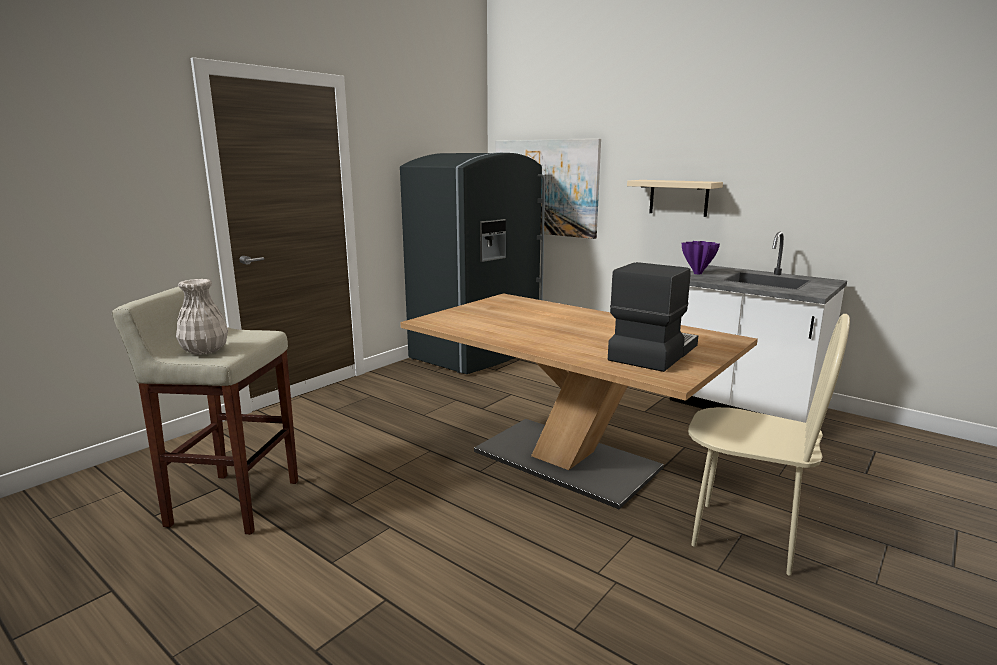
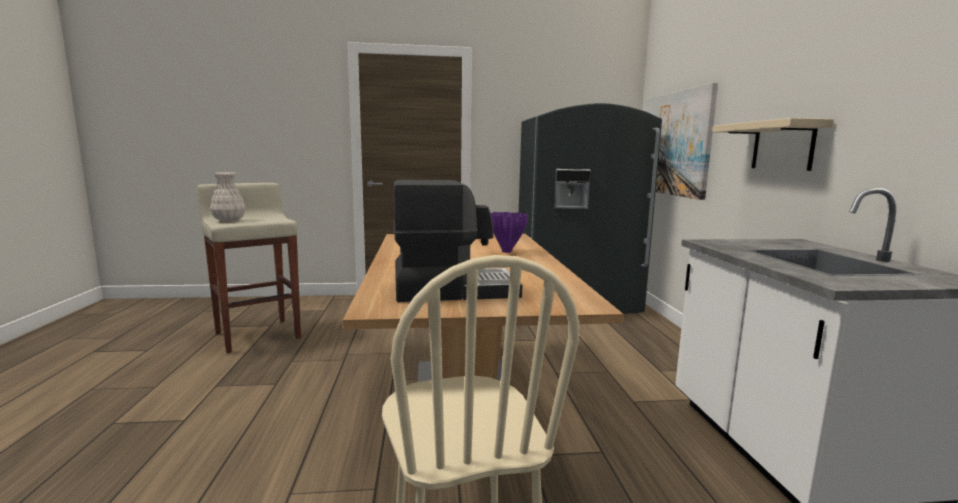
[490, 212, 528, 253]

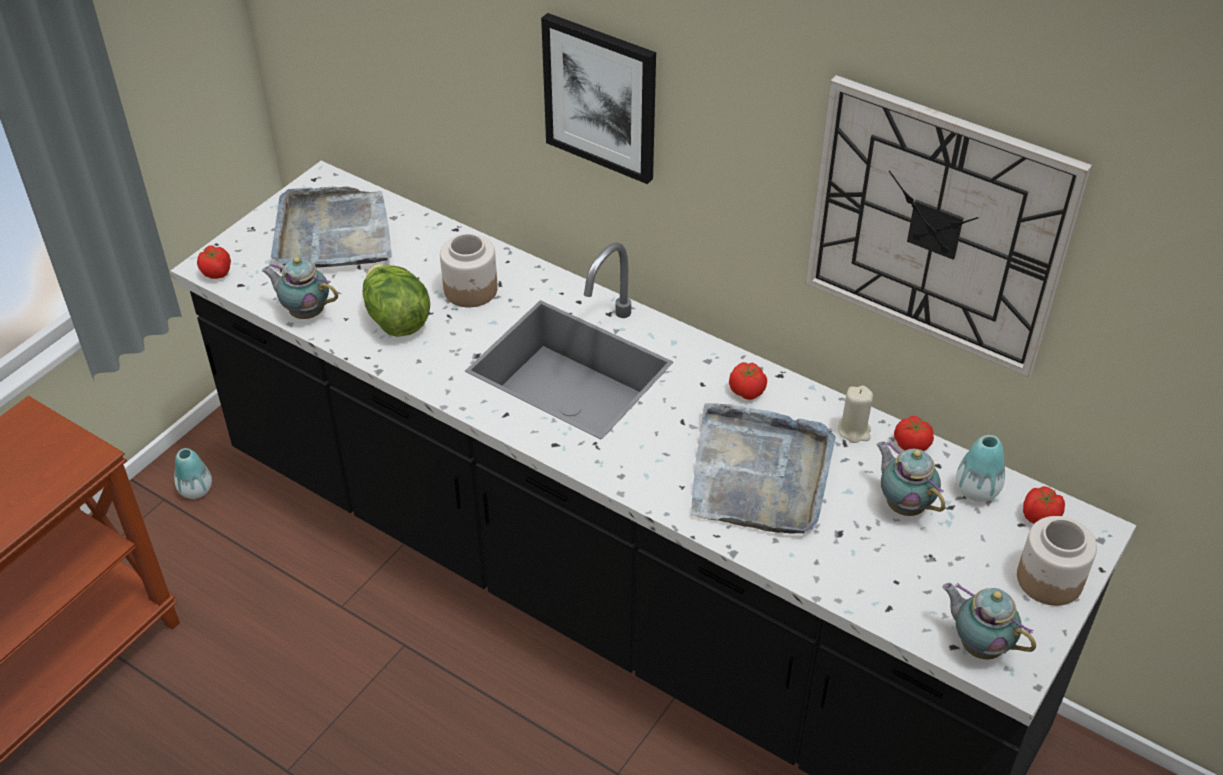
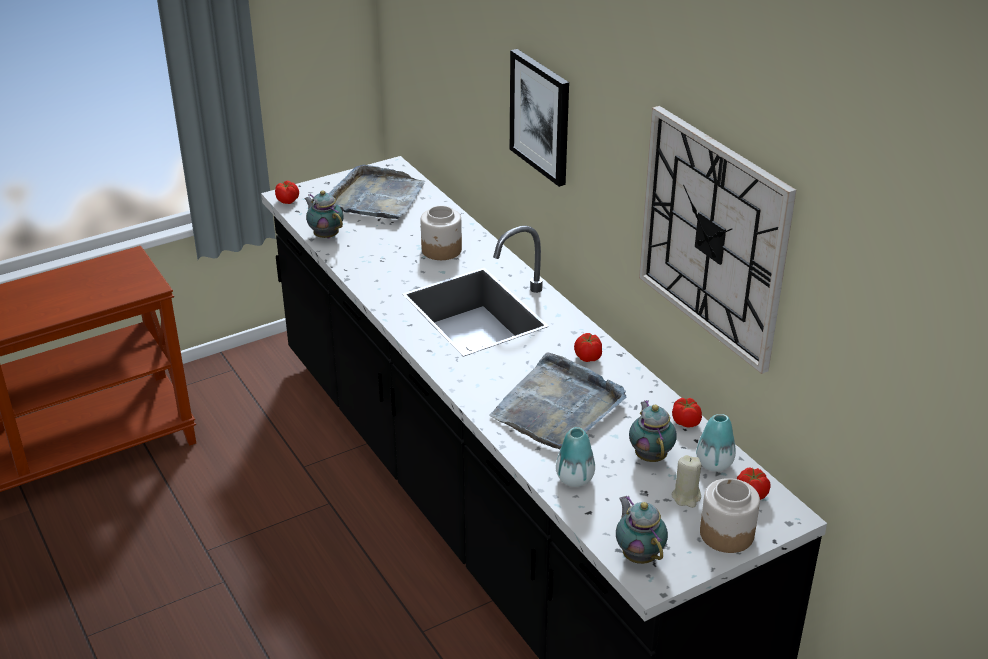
[363, 264, 430, 337] (first image)
[672, 455, 701, 508]
[556, 427, 595, 487]

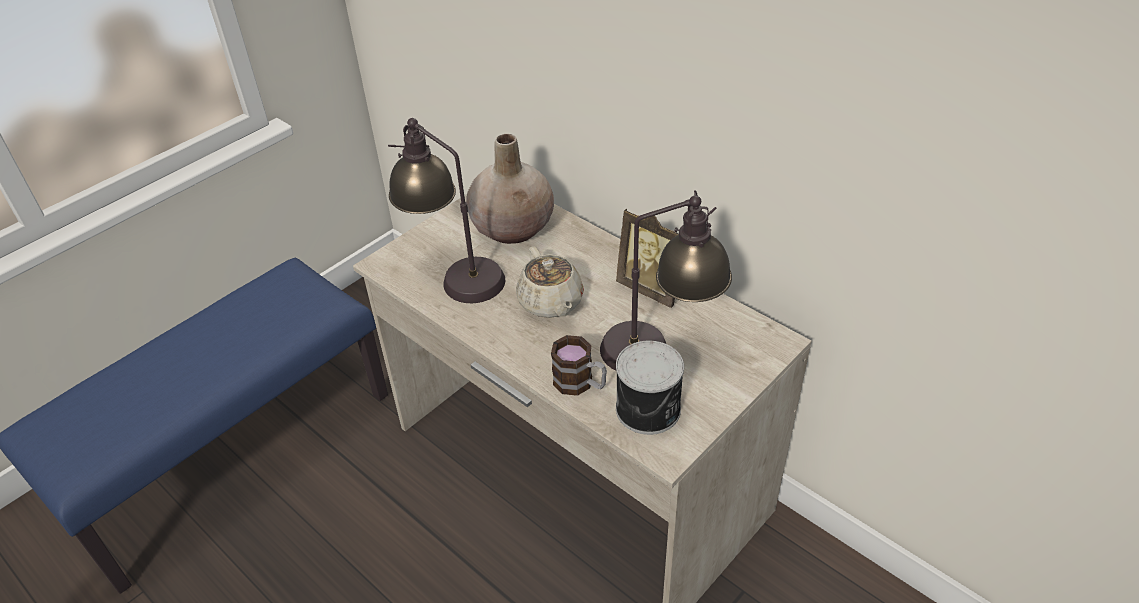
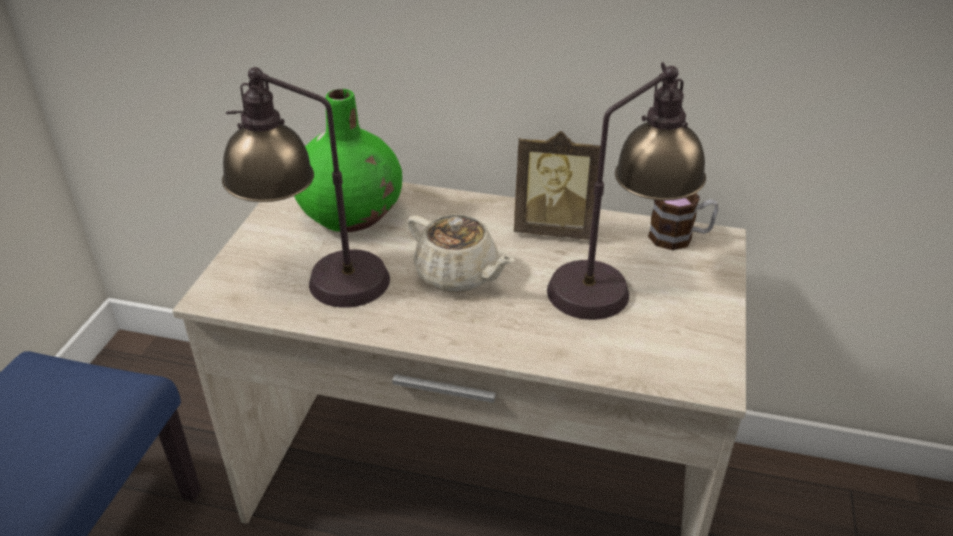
[294, 89, 402, 232]
[648, 194, 719, 250]
[616, 341, 684, 435] (first image)

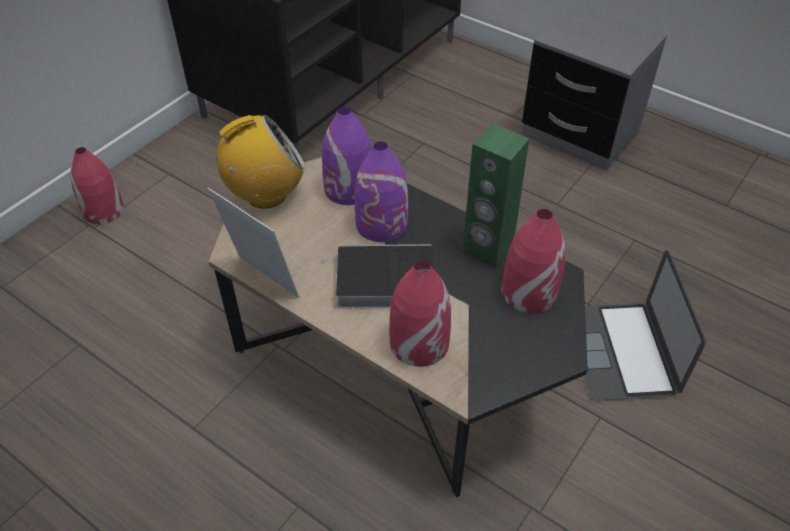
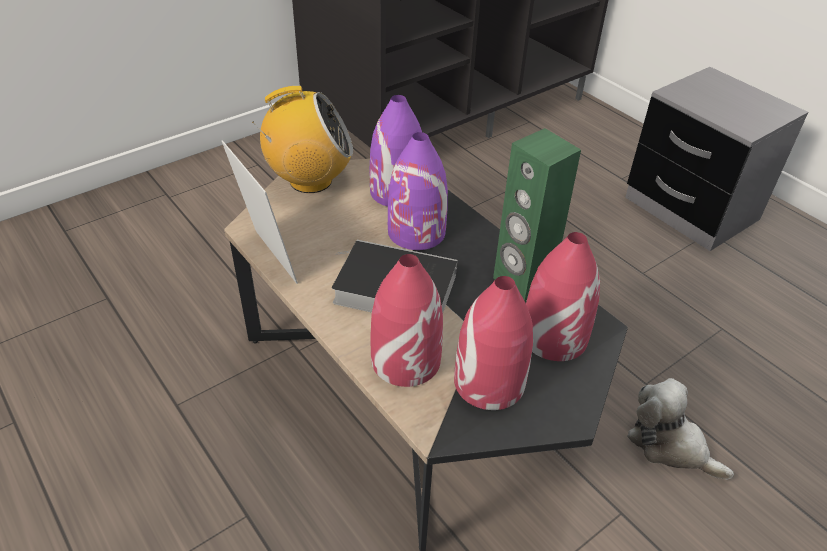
[454, 276, 533, 410]
[627, 378, 734, 480]

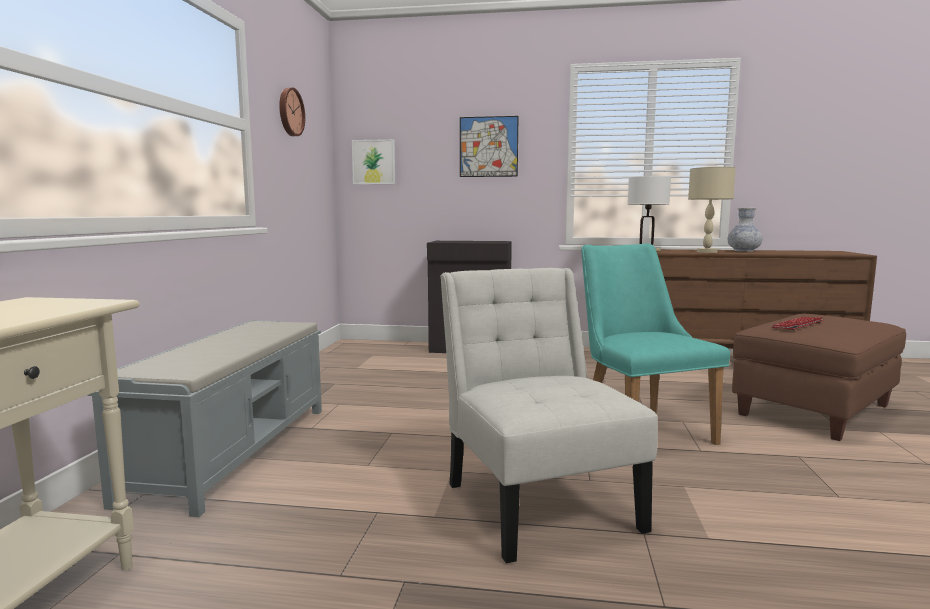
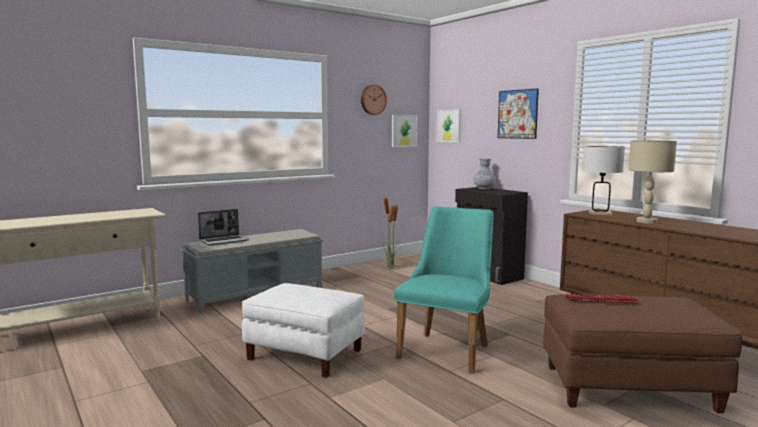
[474, 158, 496, 189]
[242, 283, 365, 378]
[392, 115, 418, 147]
[378, 197, 400, 268]
[198, 209, 249, 246]

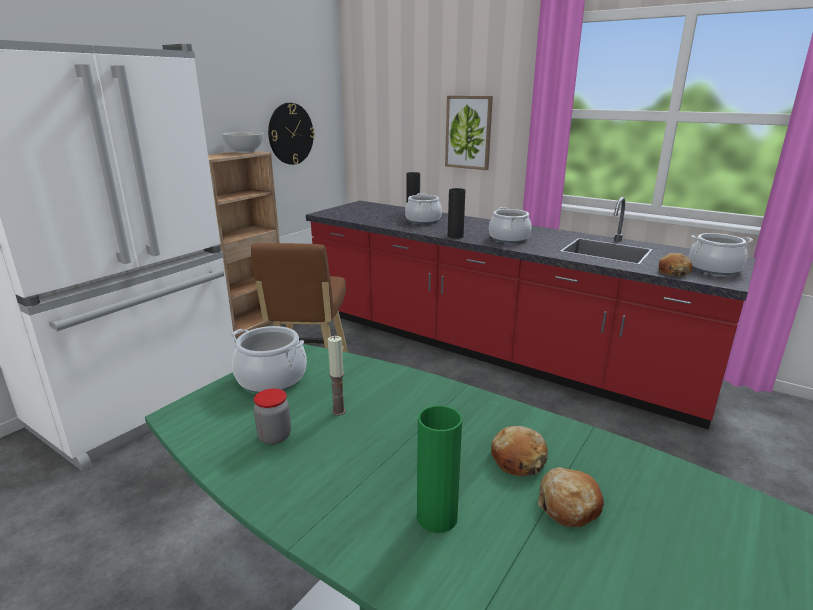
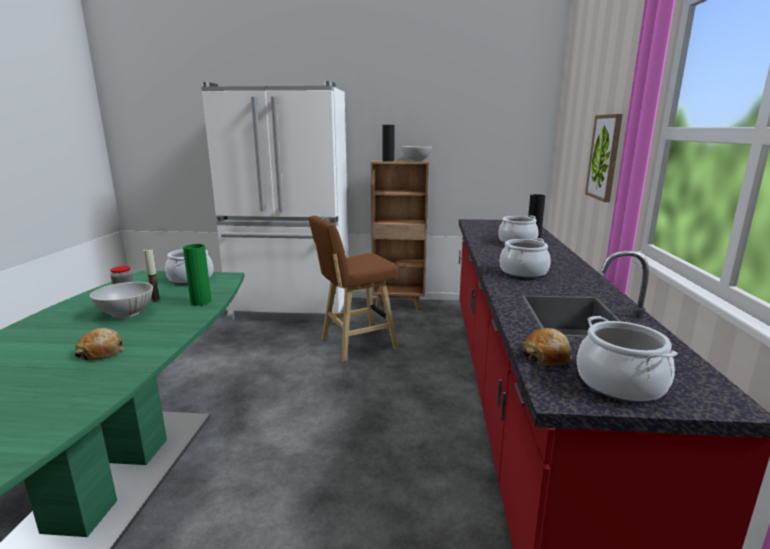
[268, 103, 315, 165] (first image)
[382, 125, 395, 162]
[183, 244, 212, 306]
[538, 467, 604, 527] (first image)
[90, 282, 153, 318]

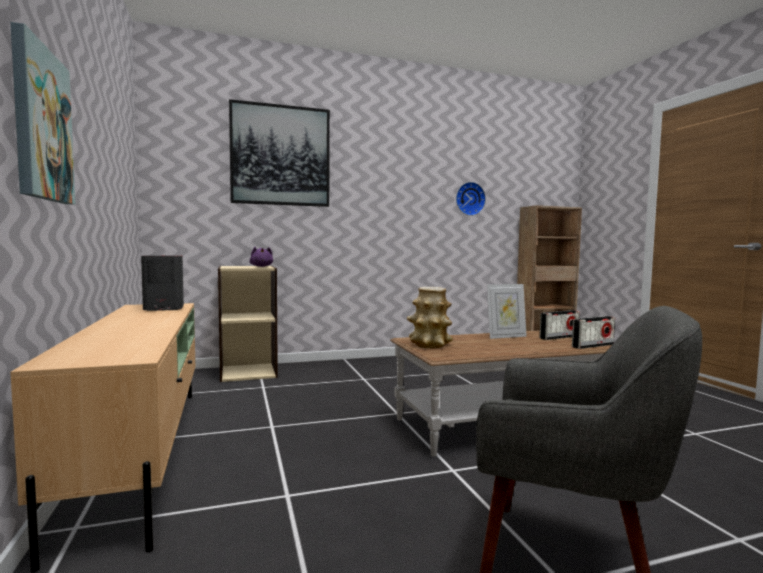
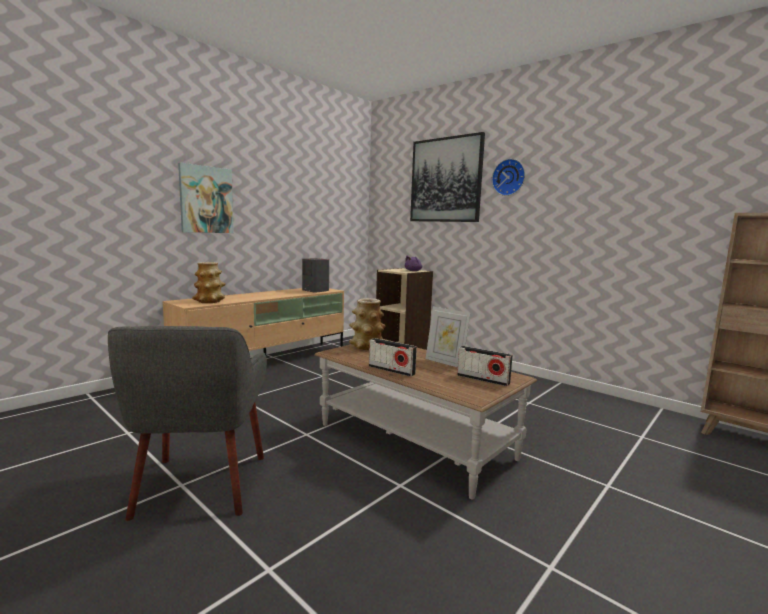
[492, 159, 525, 196]
[369, 338, 417, 377]
[192, 262, 226, 303]

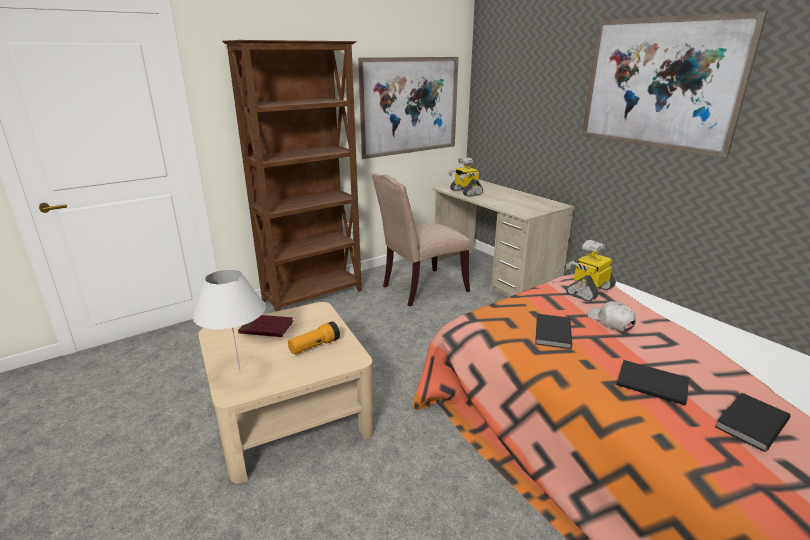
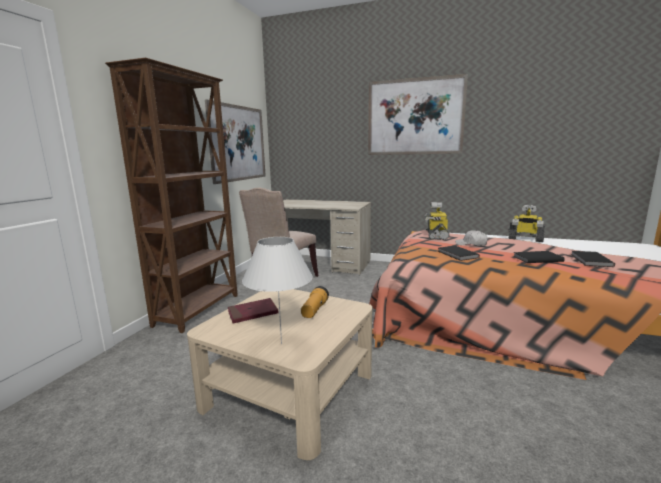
[508, 205, 545, 242]

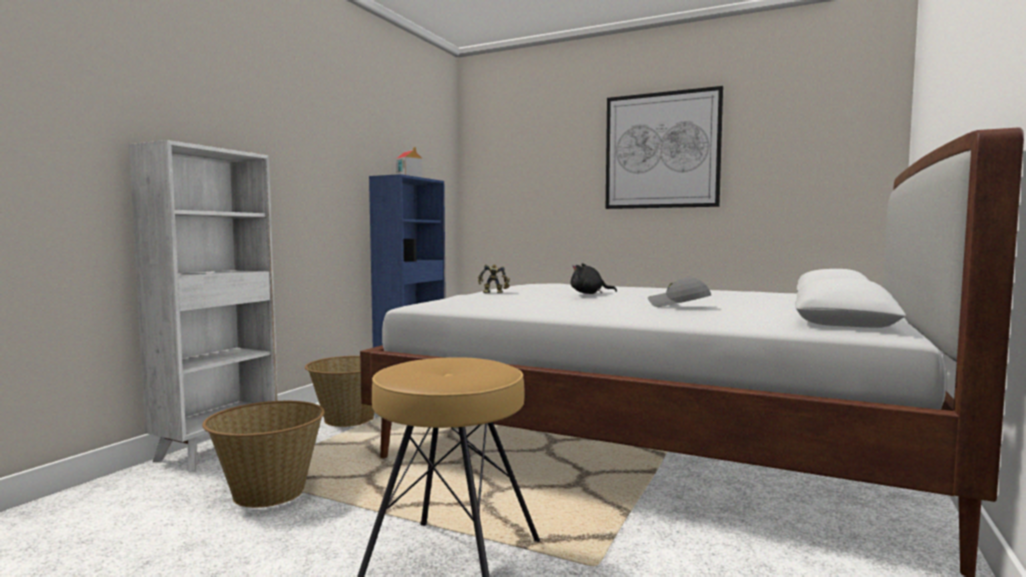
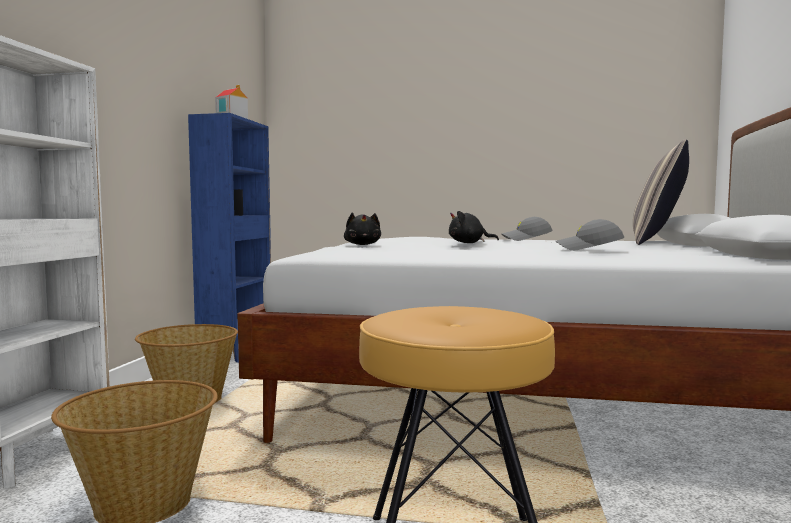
[606, 86, 723, 209] (first image)
[344, 212, 381, 245]
[633, 139, 689, 245]
[501, 217, 553, 241]

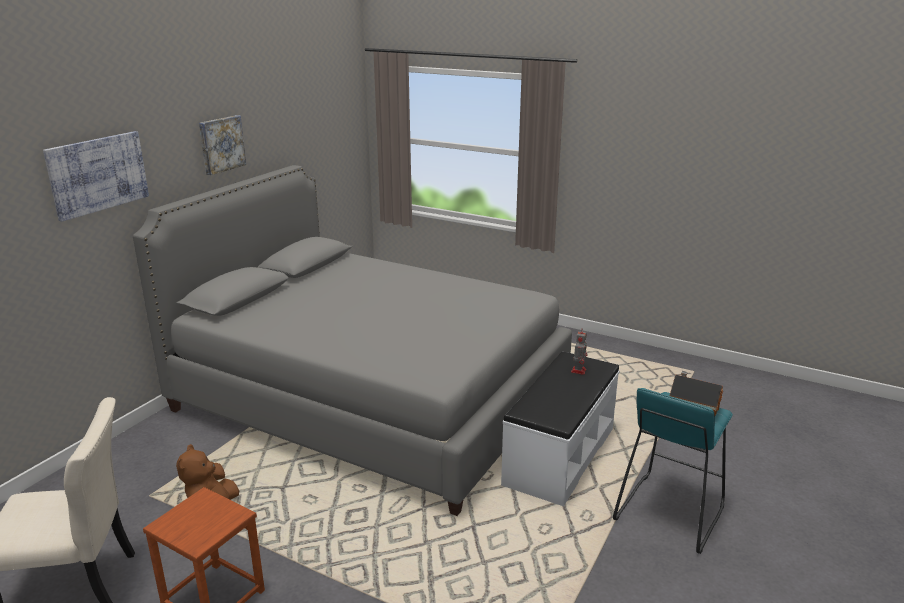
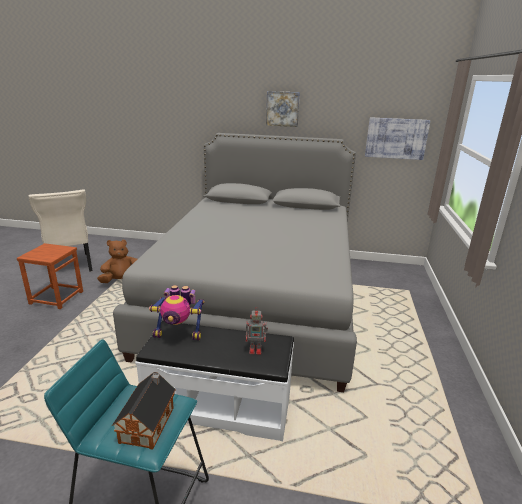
[365, 117, 431, 160]
[149, 285, 205, 340]

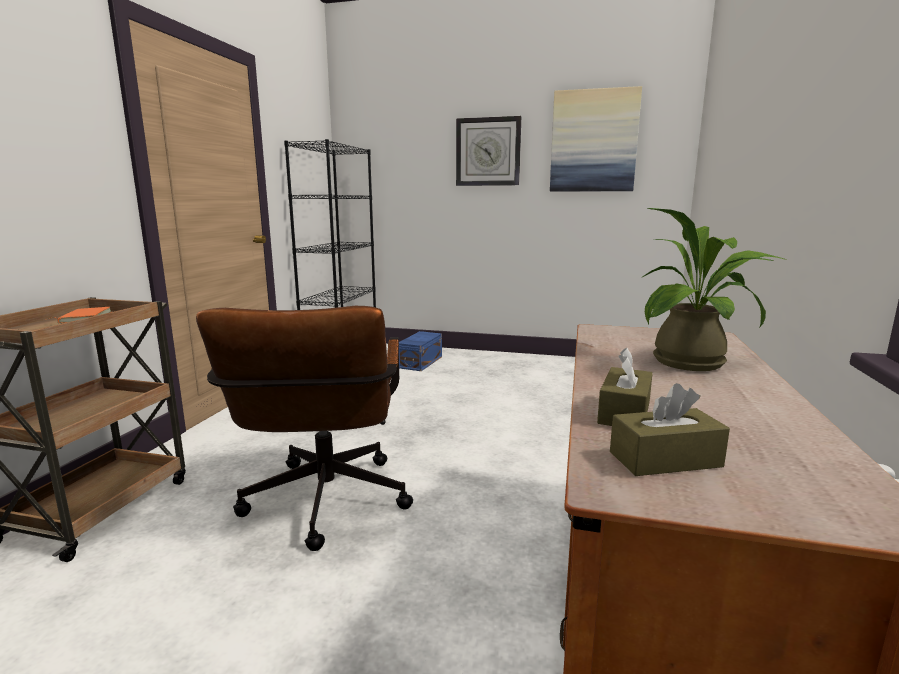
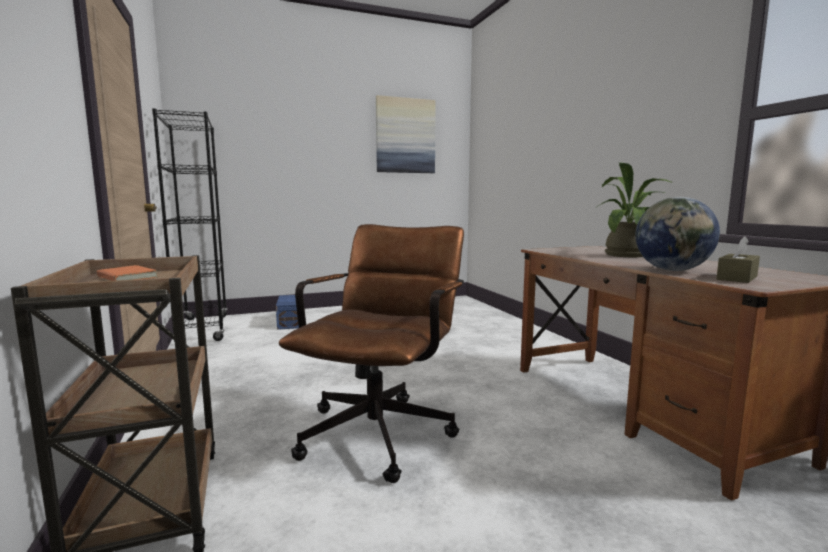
[456, 116, 521, 186] (first image)
[279, 224, 464, 483]
[635, 197, 720, 271]

